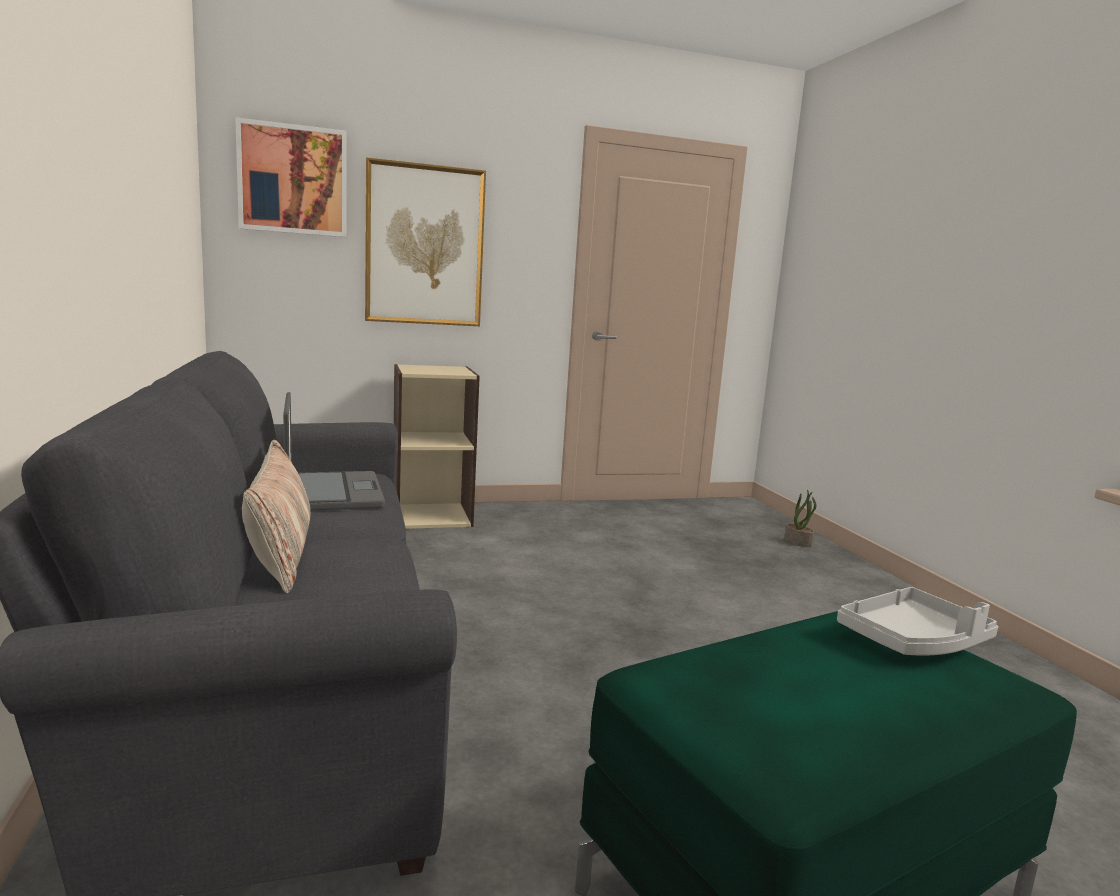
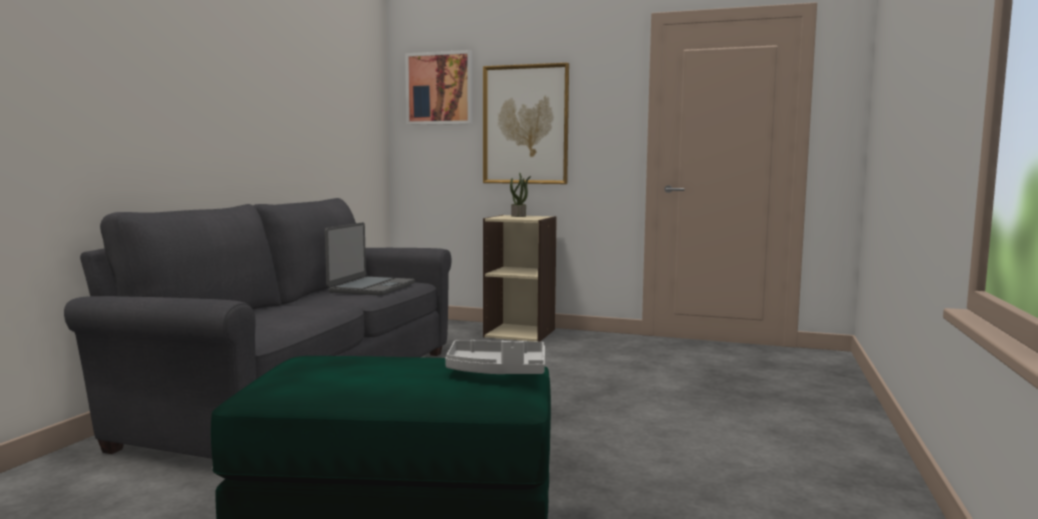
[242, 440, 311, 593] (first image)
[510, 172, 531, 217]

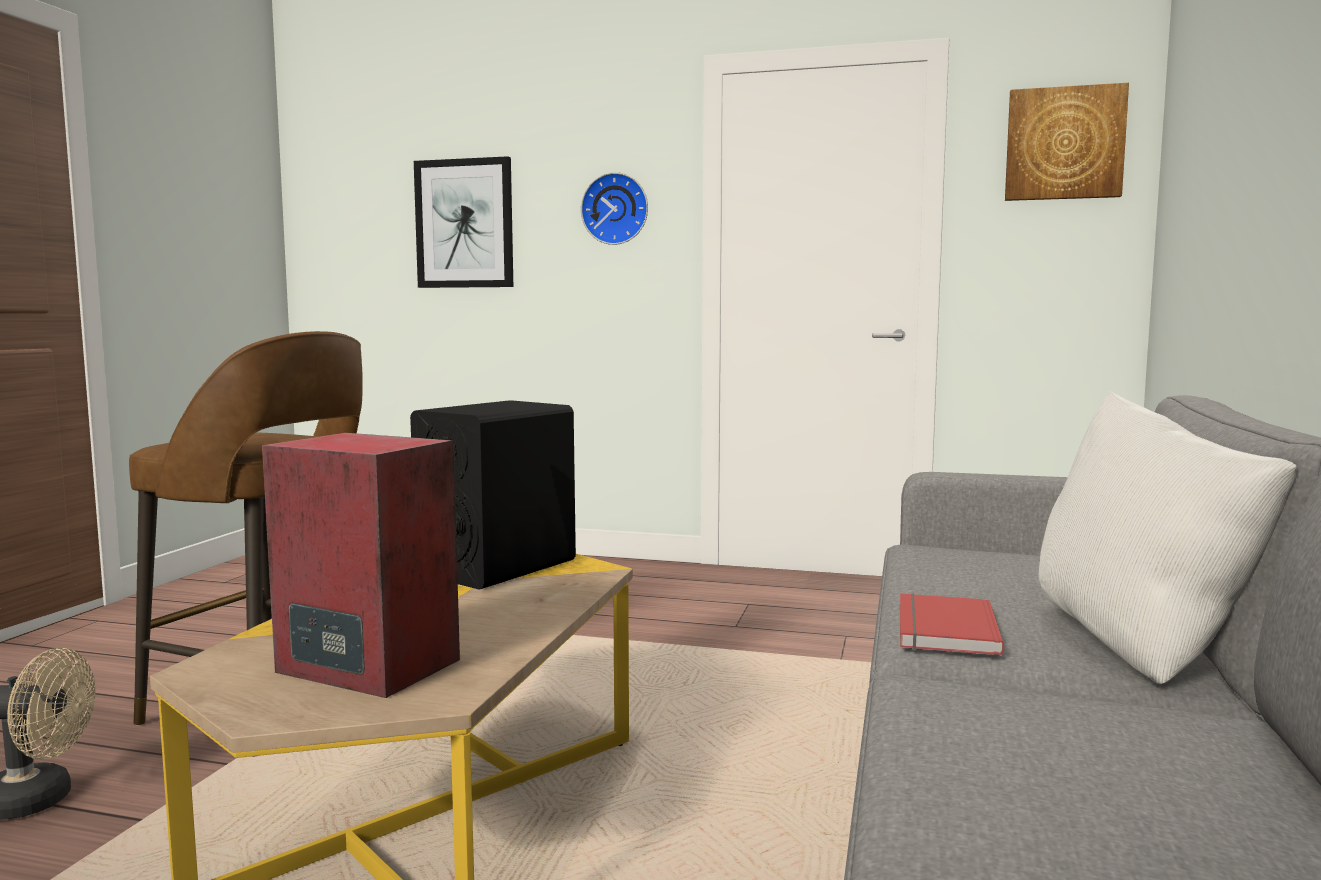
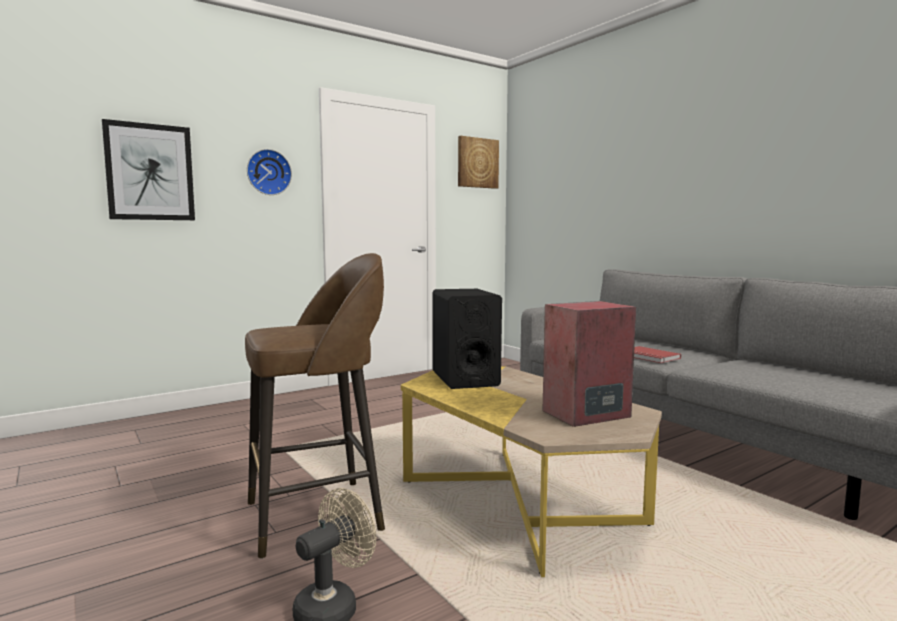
[1039, 391, 1297, 684] (first image)

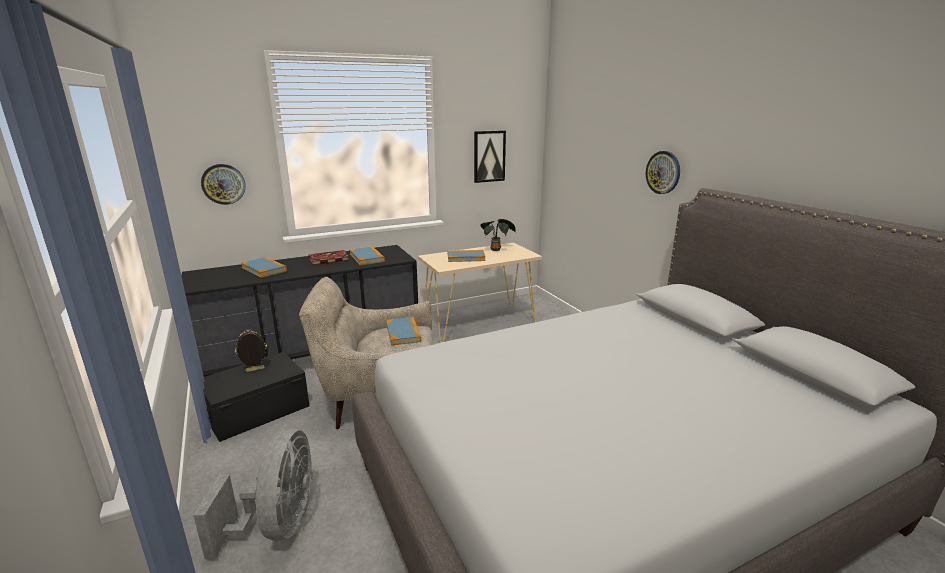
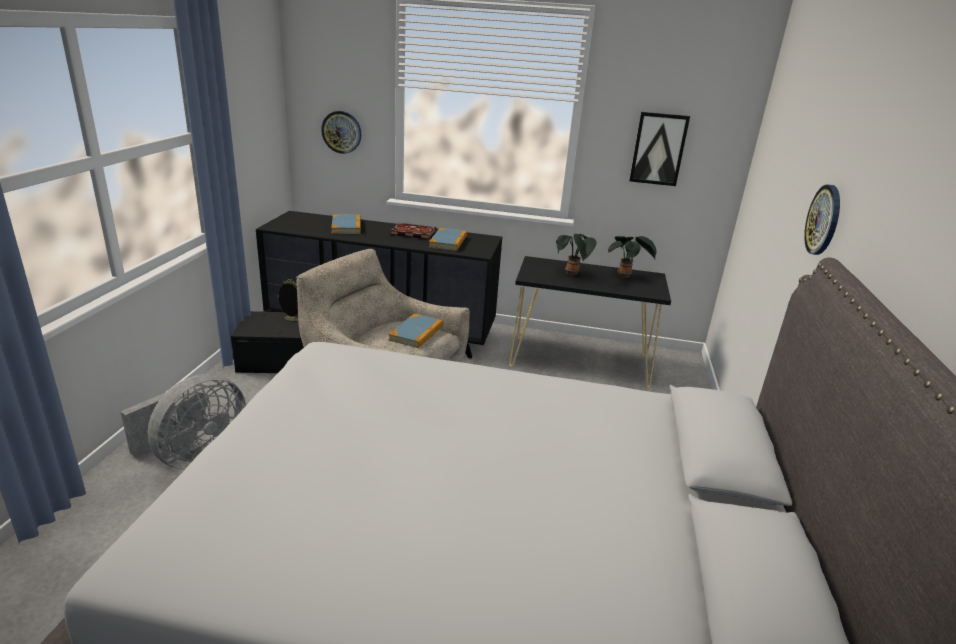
[509, 256, 671, 388]
[556, 234, 597, 275]

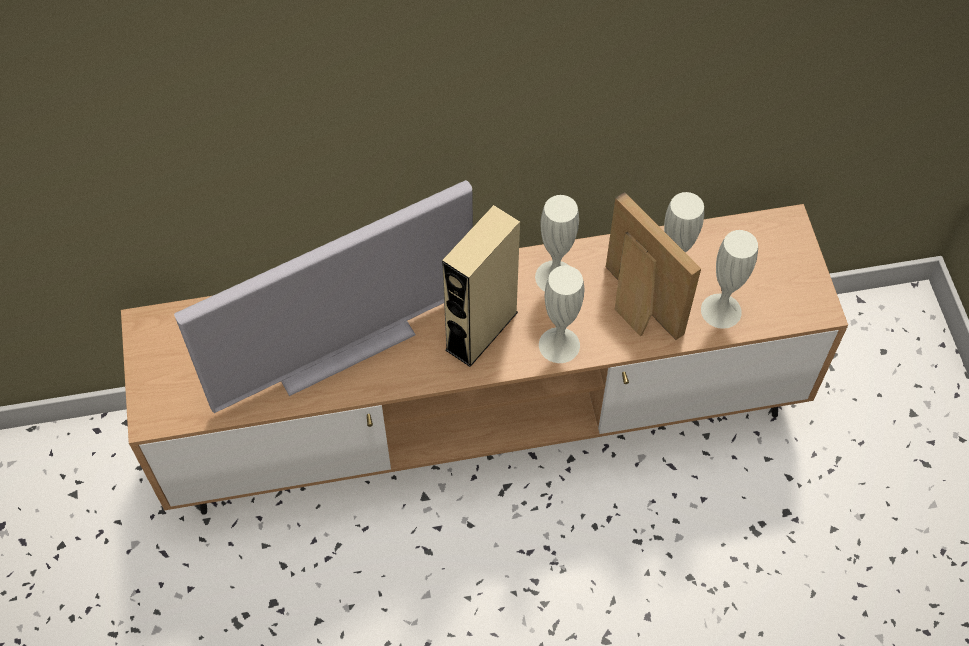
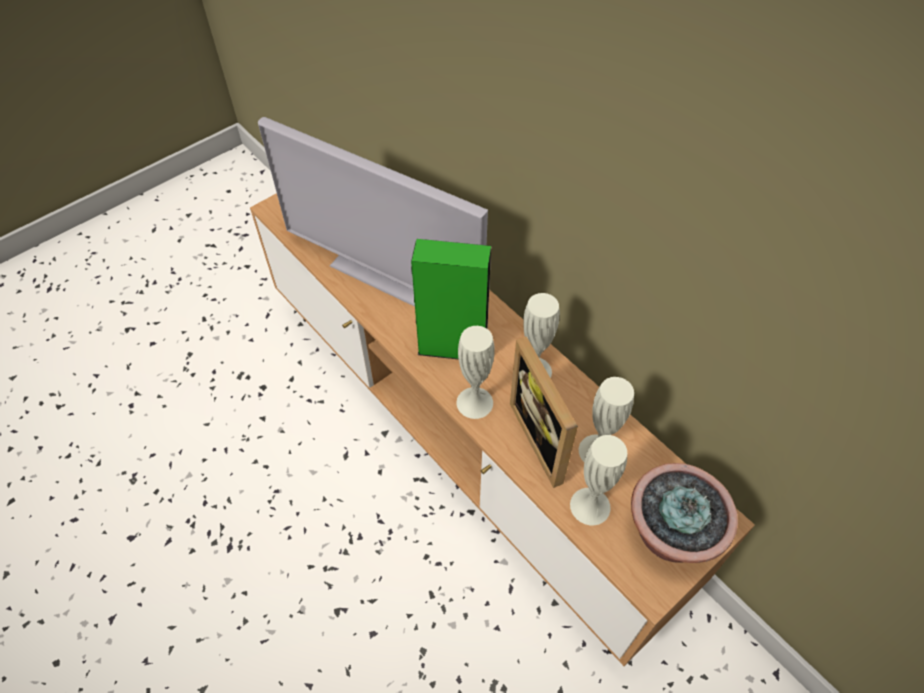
[510, 336, 578, 488]
[411, 239, 491, 360]
[631, 463, 738, 563]

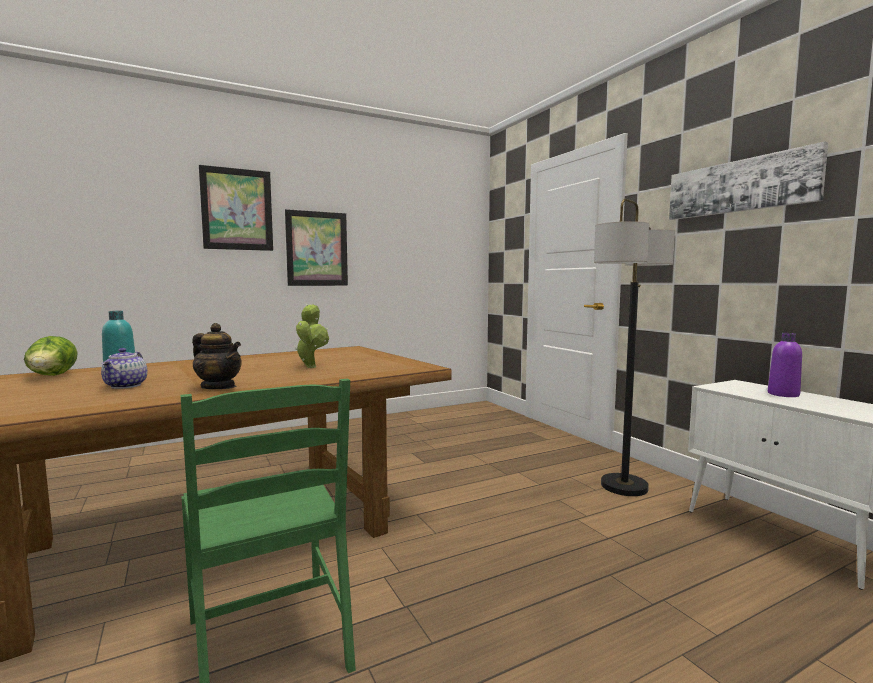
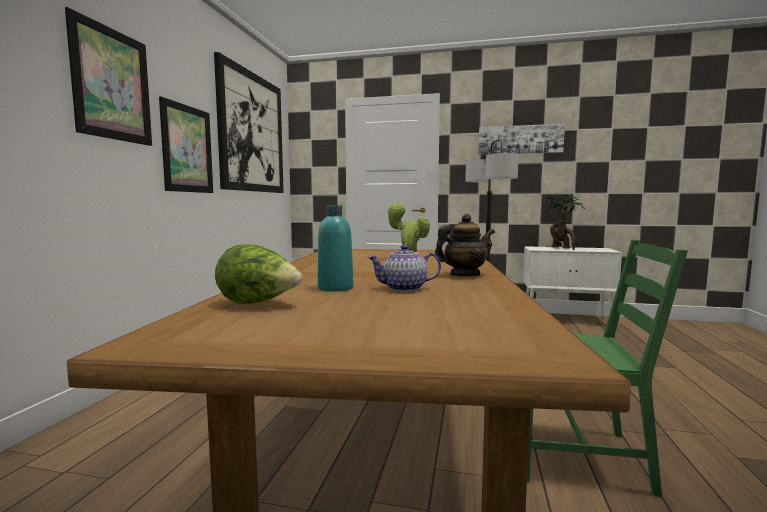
[547, 193, 585, 250]
[367, 245, 441, 292]
[214, 52, 284, 193]

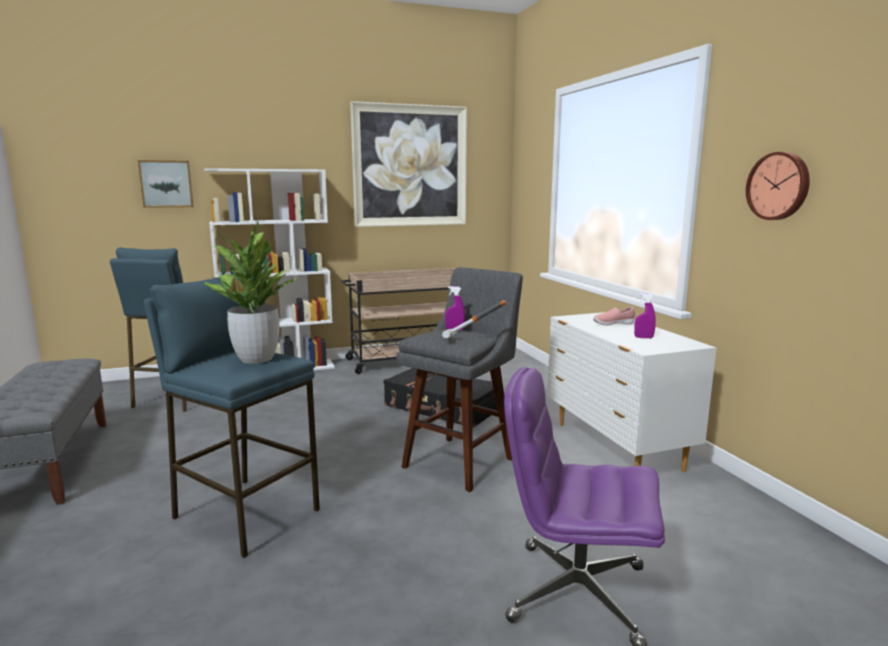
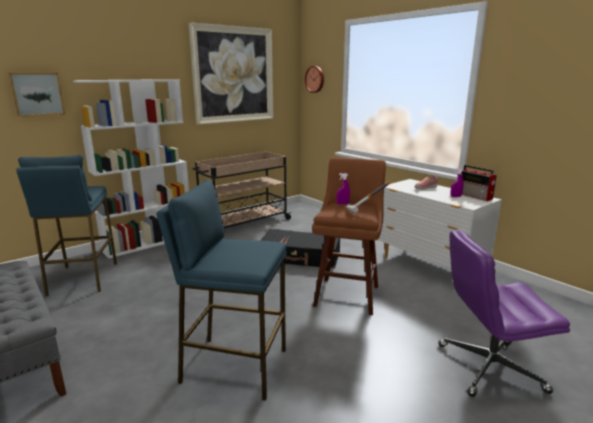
[305, 66, 324, 93]
[204, 221, 297, 364] (first image)
[312, 158, 386, 316]
[461, 165, 497, 201]

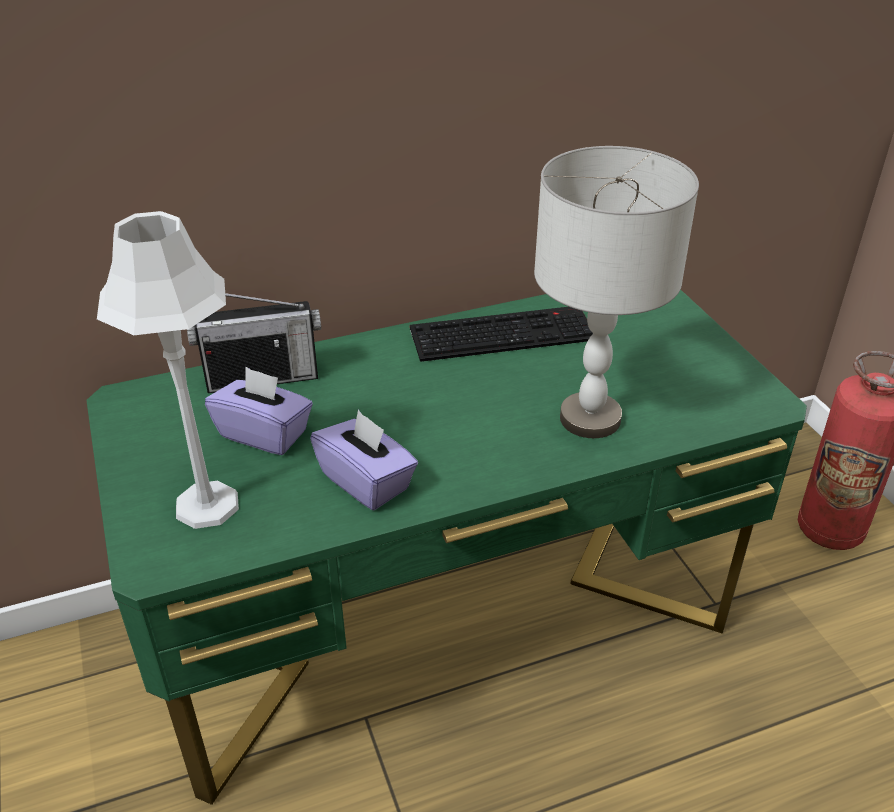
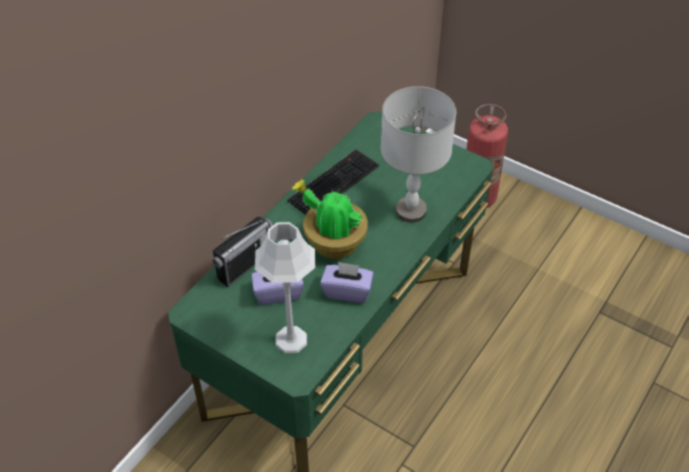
[292, 179, 368, 259]

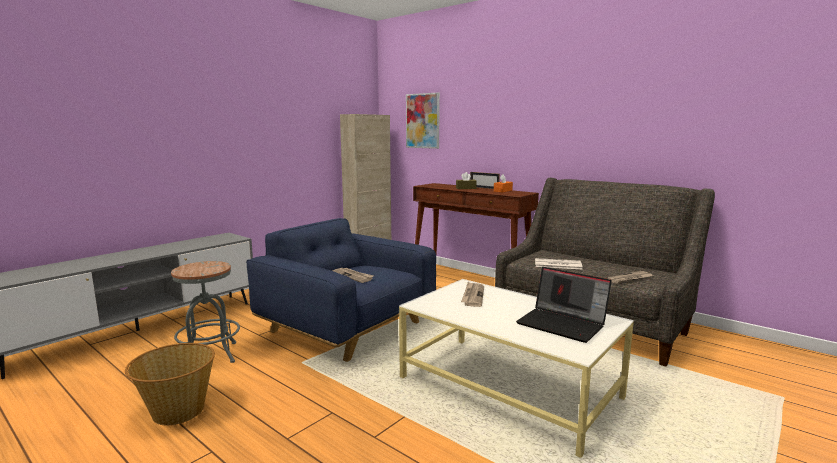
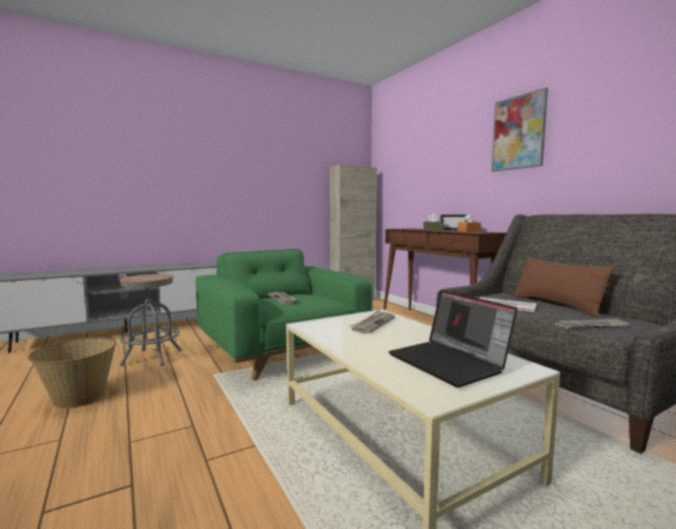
[492, 87, 548, 172]
[196, 249, 373, 381]
[513, 256, 616, 318]

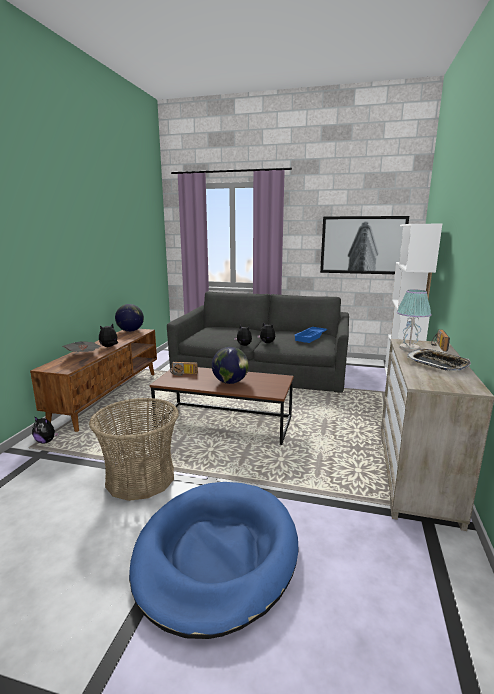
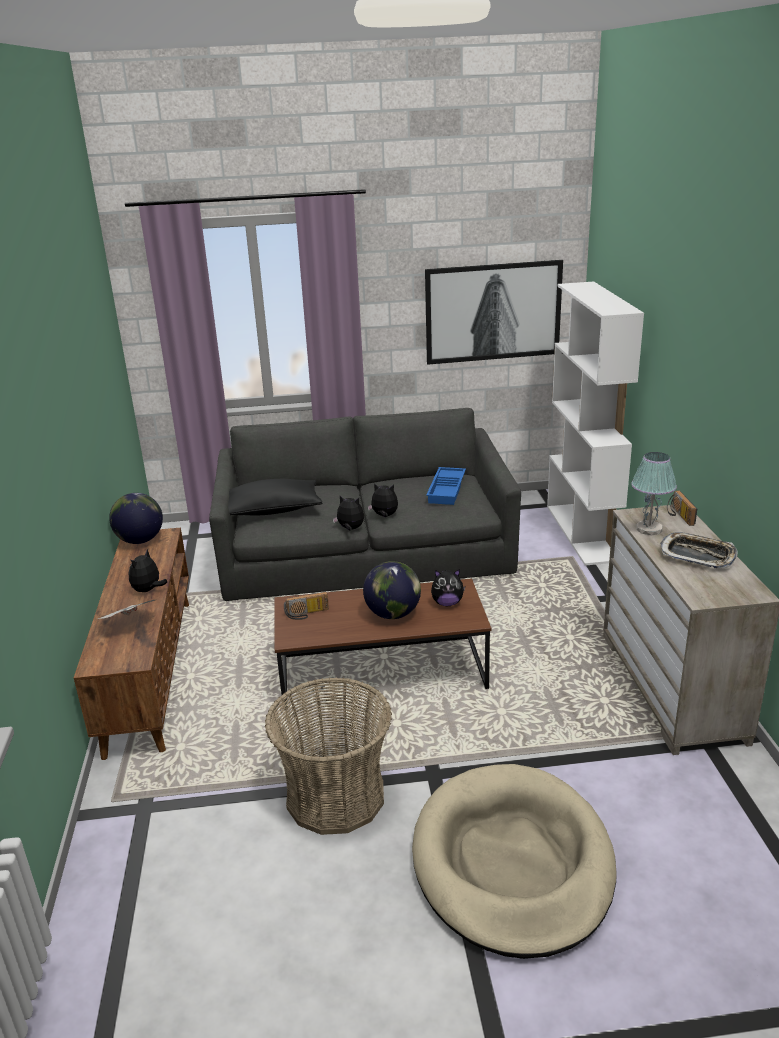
[431, 569, 465, 606]
[412, 764, 617, 959]
[228, 479, 322, 515]

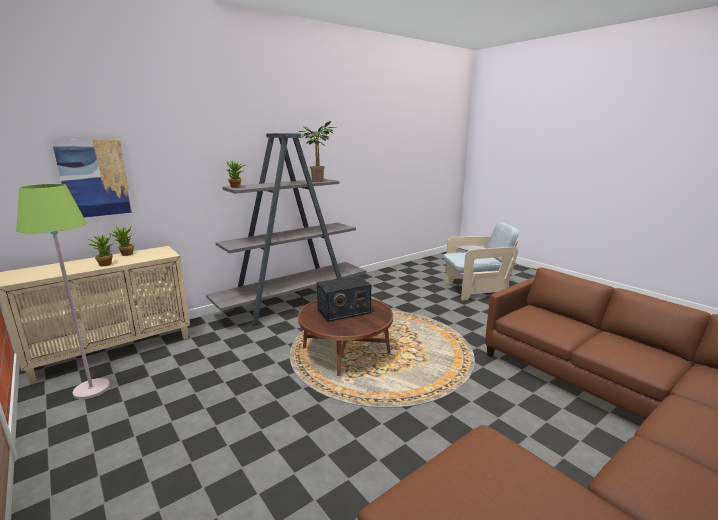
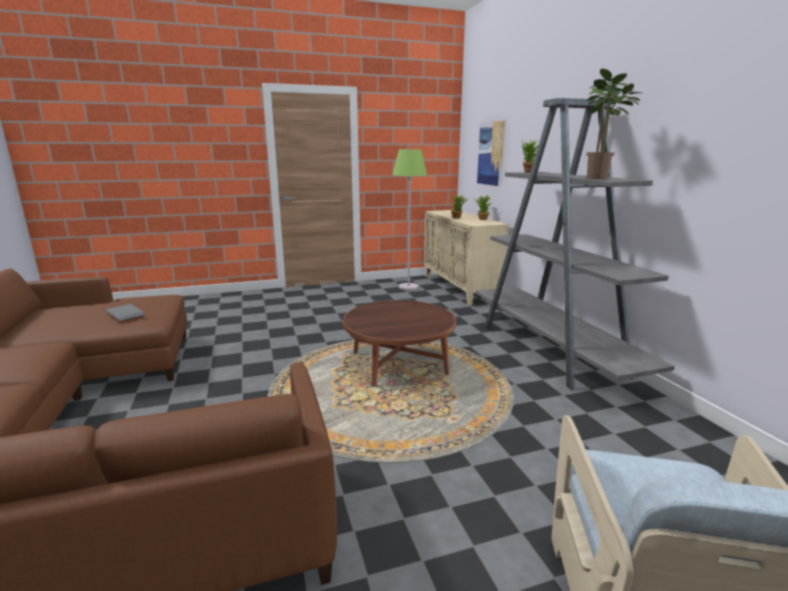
[317, 275, 371, 322] (first image)
[105, 304, 145, 321]

